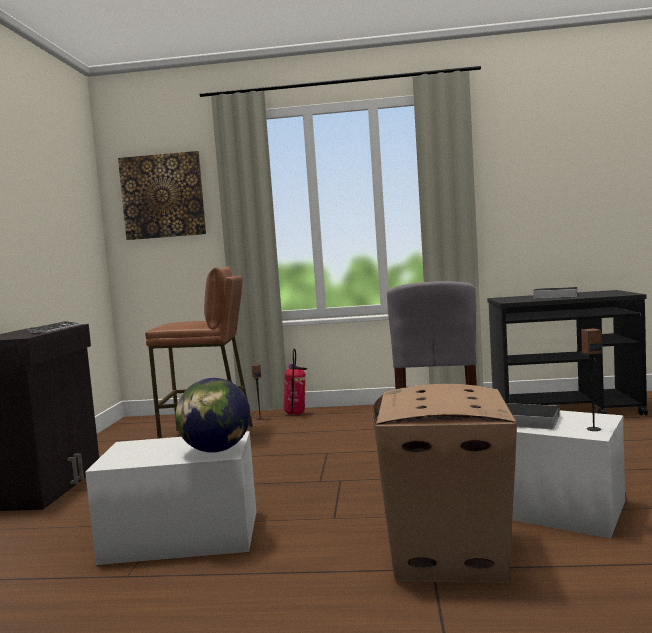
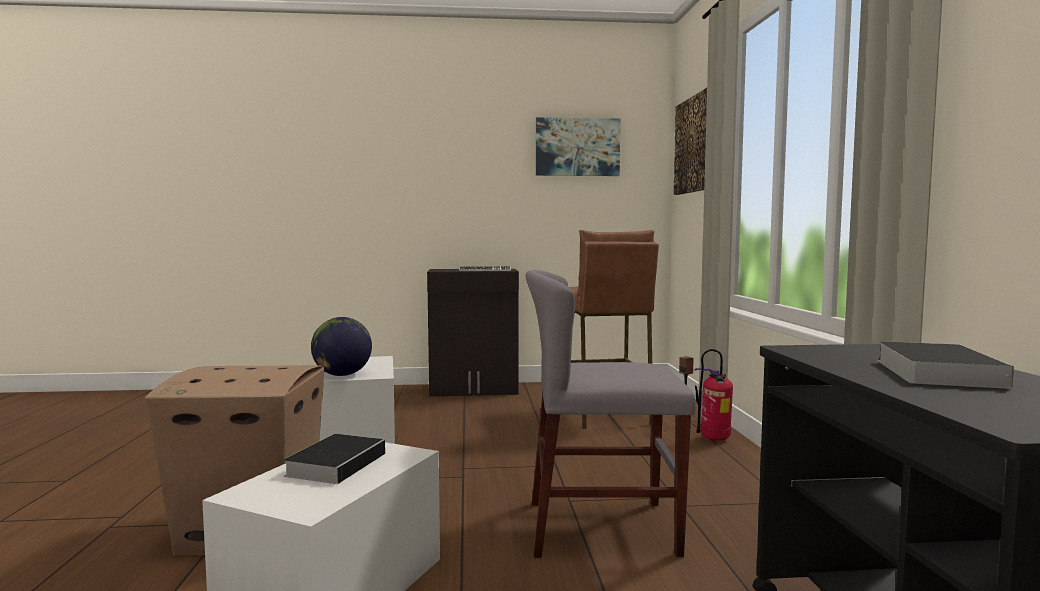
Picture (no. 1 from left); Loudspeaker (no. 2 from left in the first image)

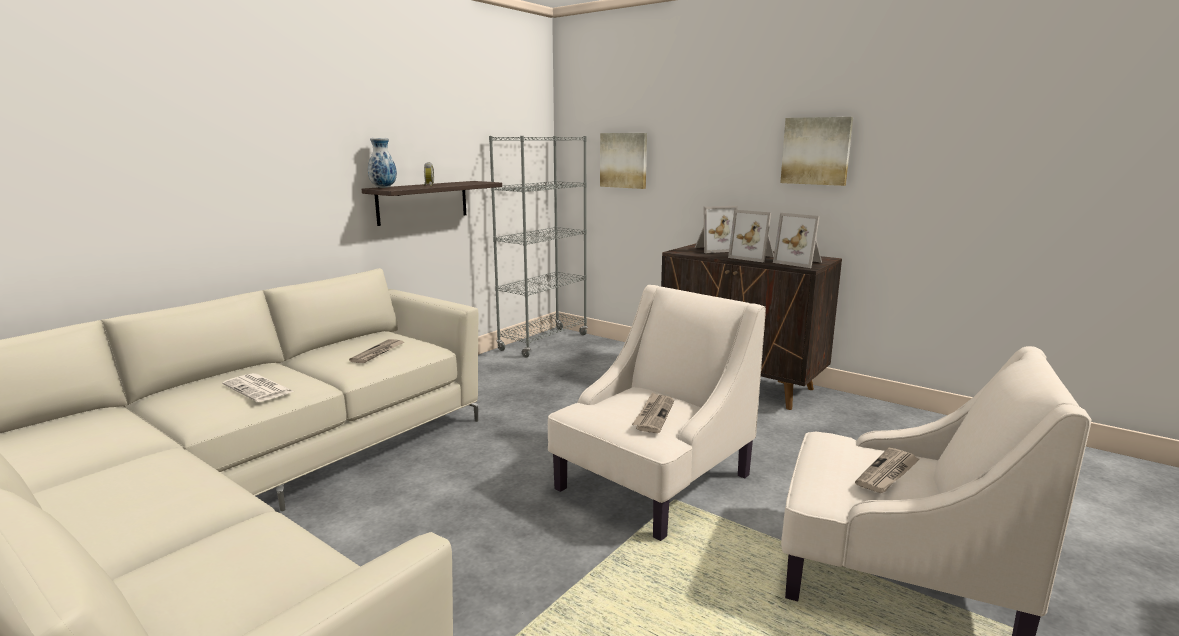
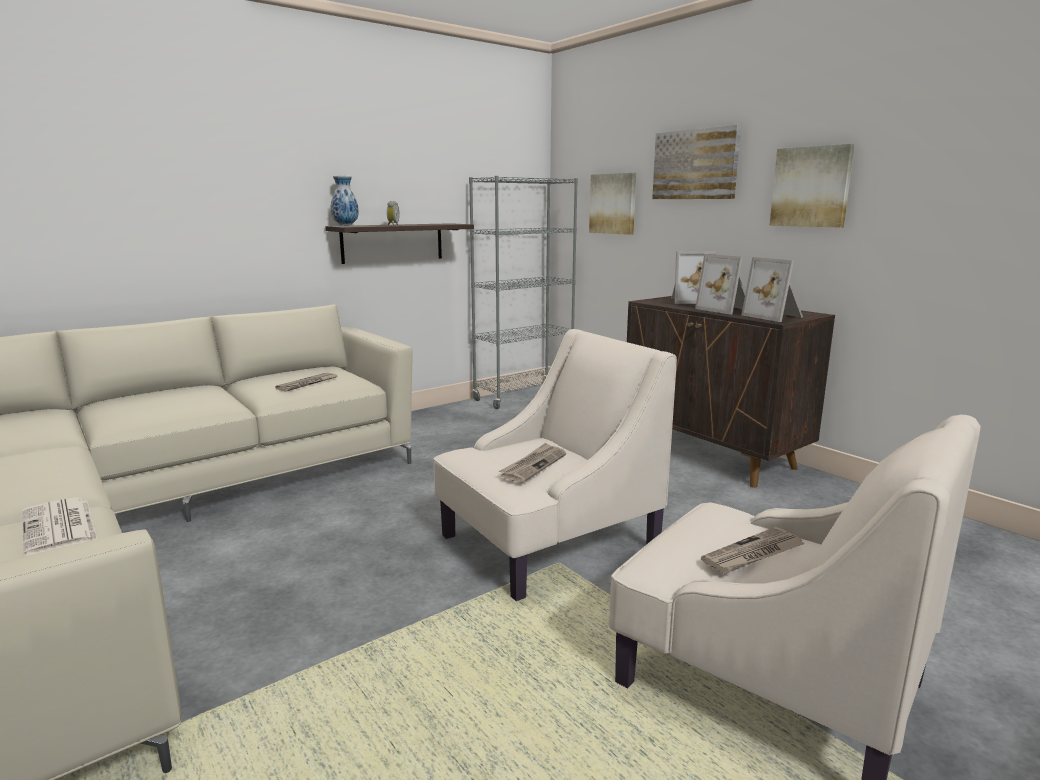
DailyPaper (no. 1 from left); Picture (no. 2 from left)

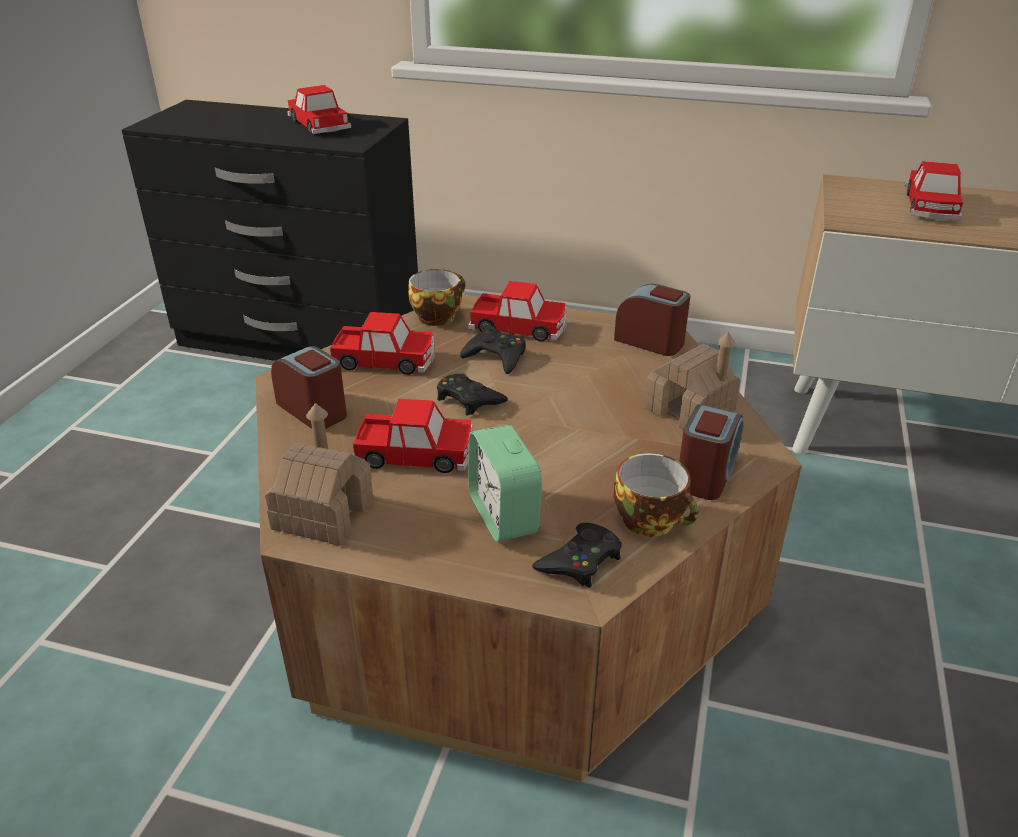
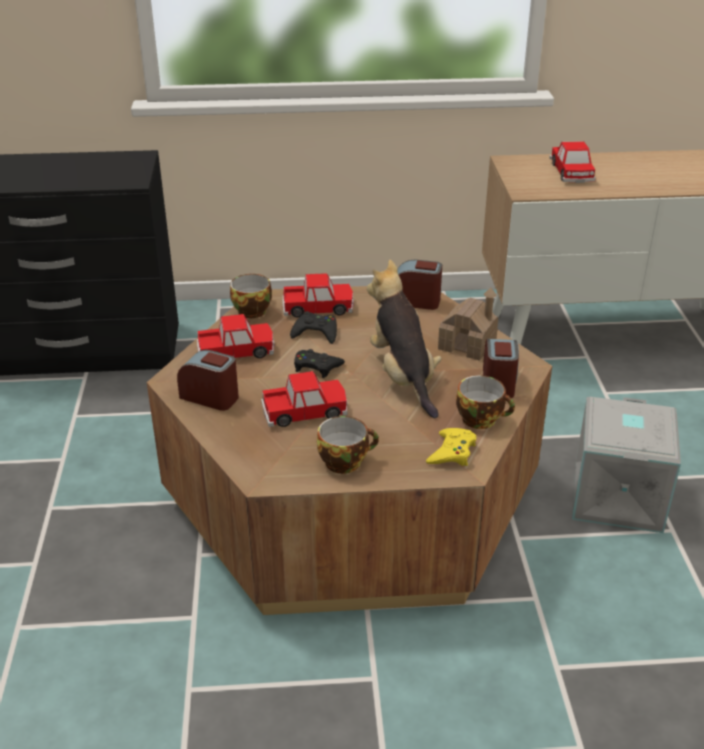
Cup (no. 2 from left); PlushToy; YellowColouredGameController; GreyStorageBin; ToyHouse (no. 1 from left in the first image); ModelCar (no. 1 from left in the first image); BedsideClock (no. 2 from left in the first image)

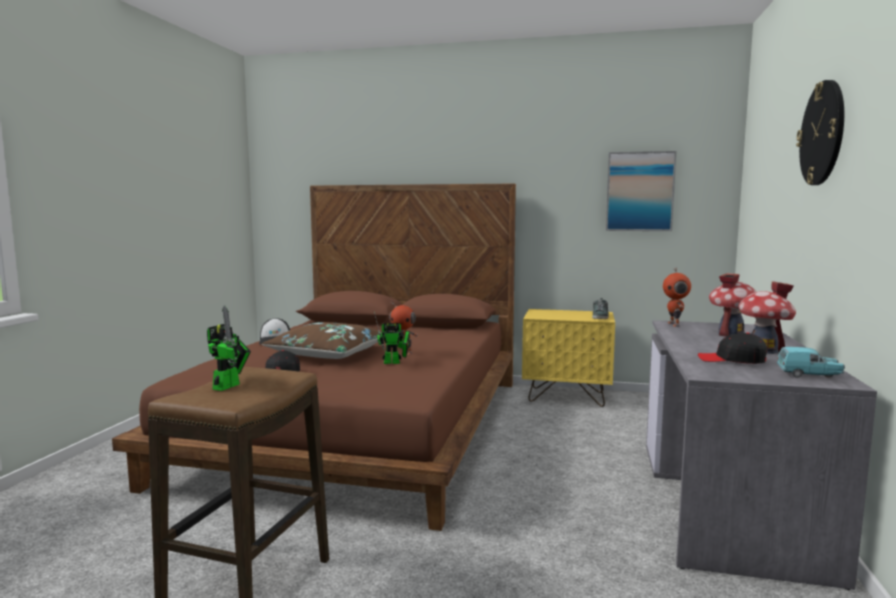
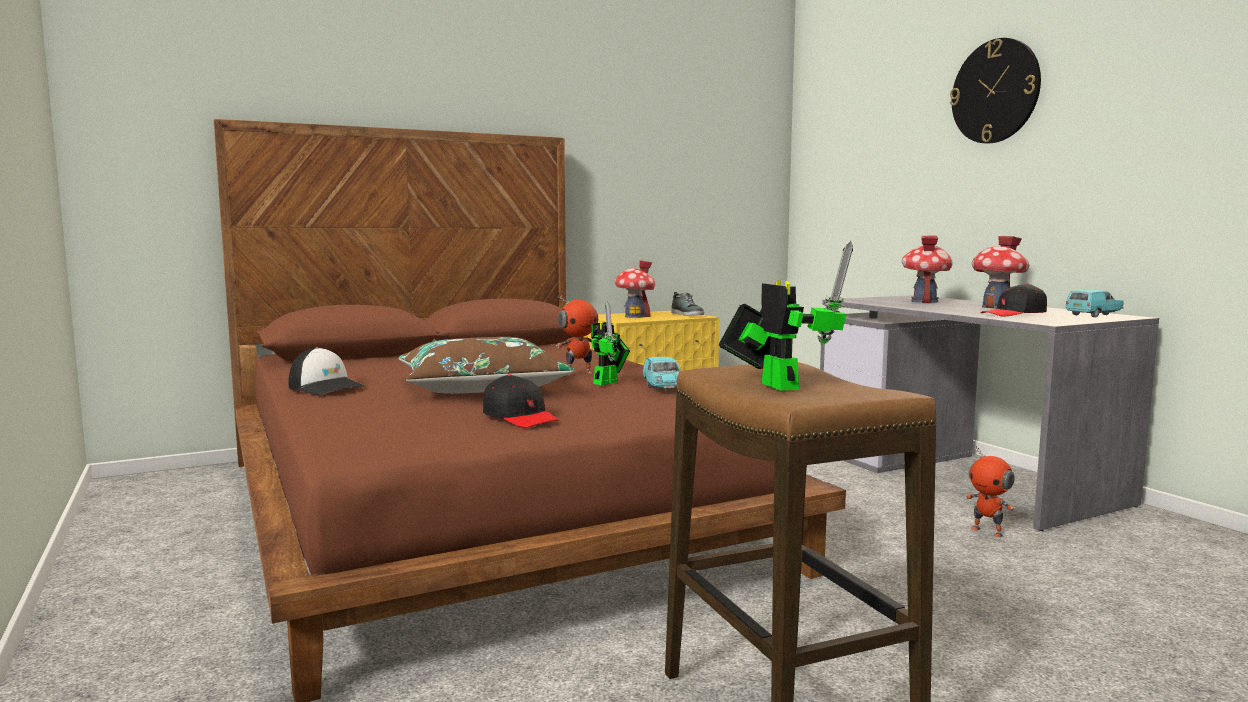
ToyHouse (no. 1 from left); BlueGreenModelCar (no. 1 from left); ModelRobot (no. 4 from left); Picture

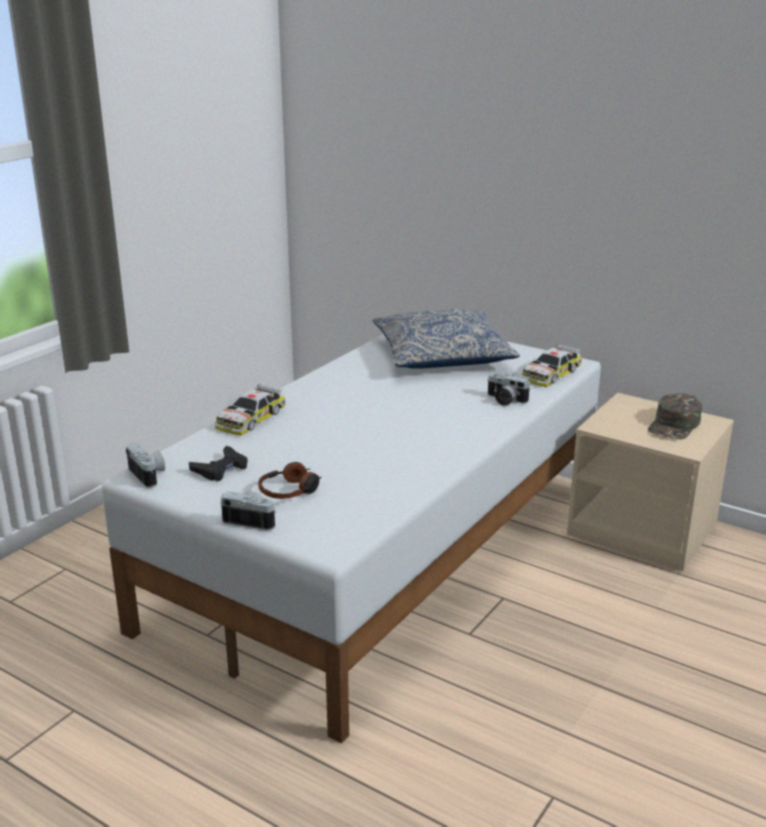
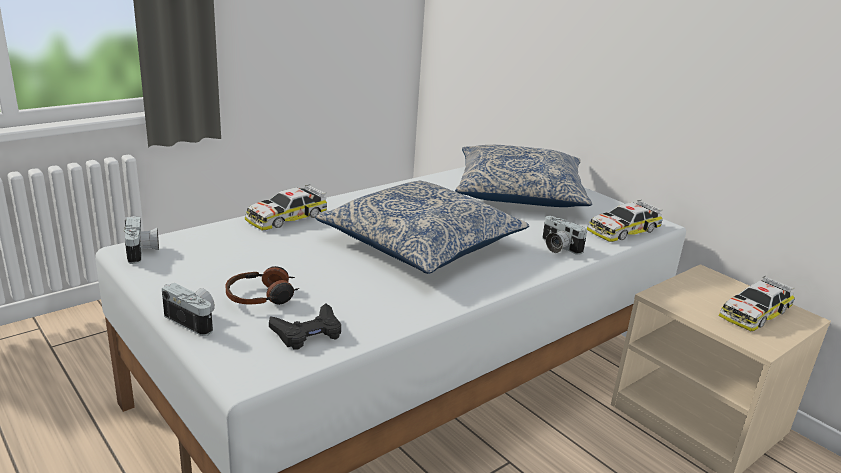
BlackishGameController; Pillow (no. 1 from left); ModelCar (no. 3 from left)

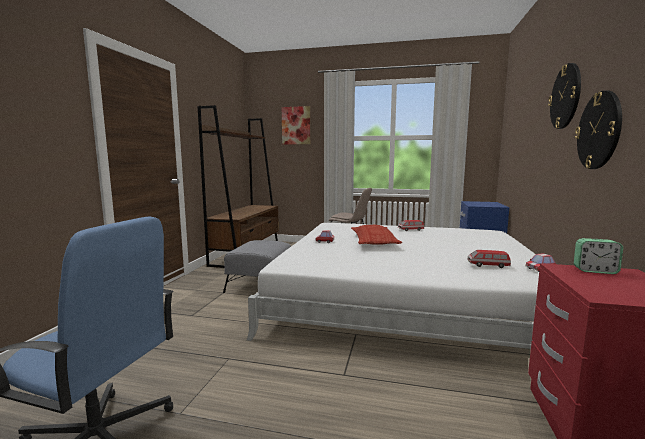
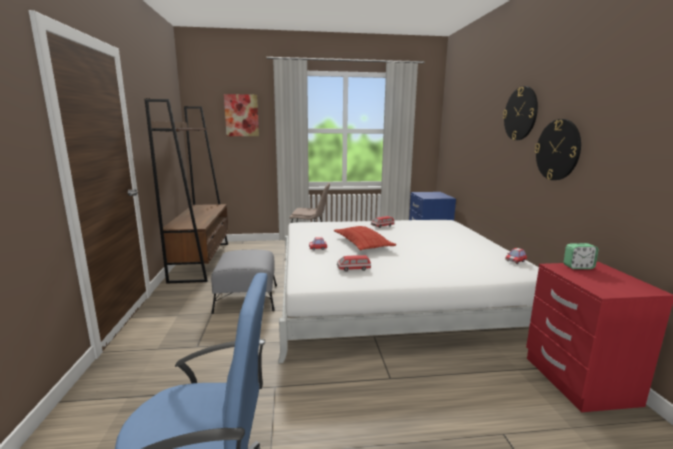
ModelCar (no. 2 from left)

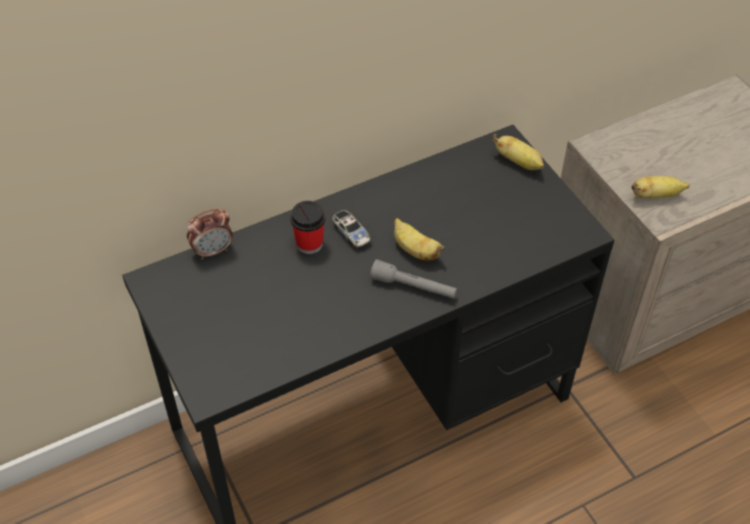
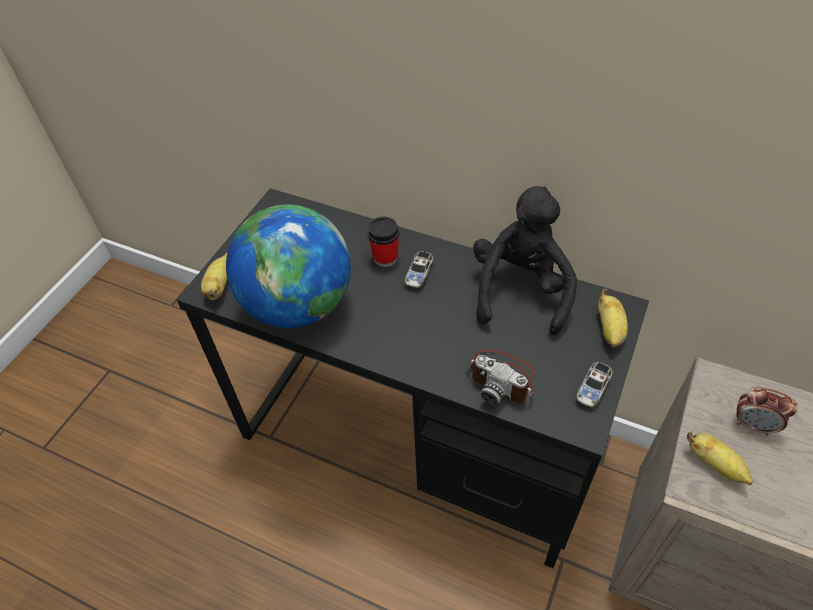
WholeBanana (no. 1 from left); DeskGlobe; StillCamera; BlackishPlushToy; ModelCar (no. 2 from left); BedsideClock; GreyHandTorch

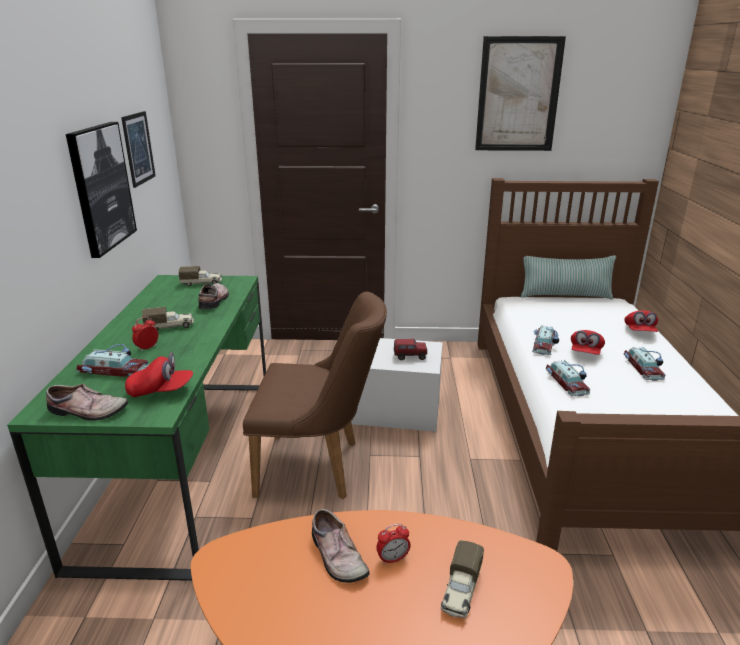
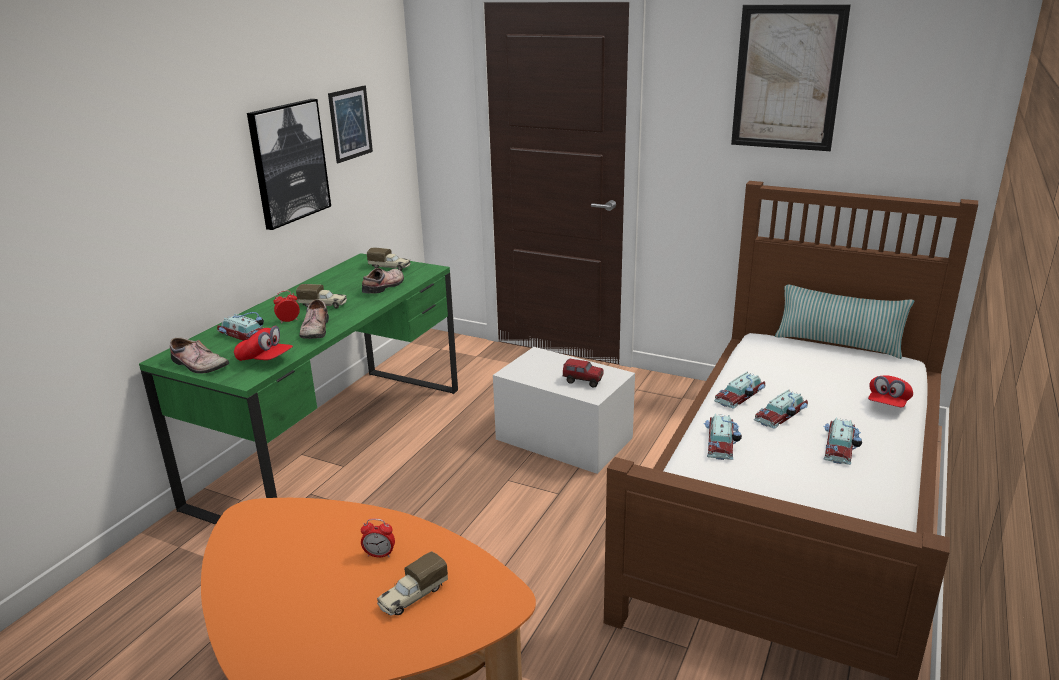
Shoe (no. 2 from left); ModelCar (no. 4 from left); BrownishChair

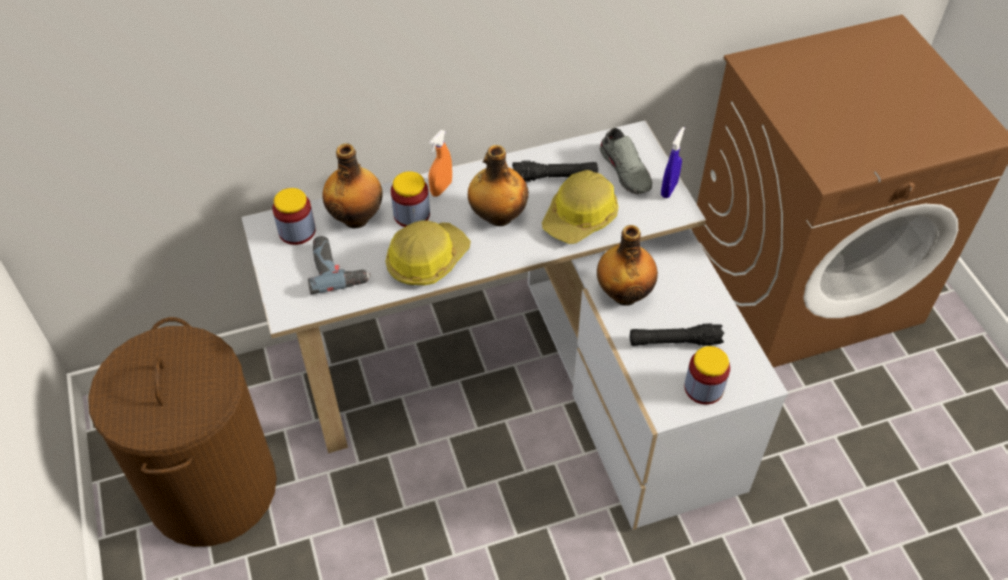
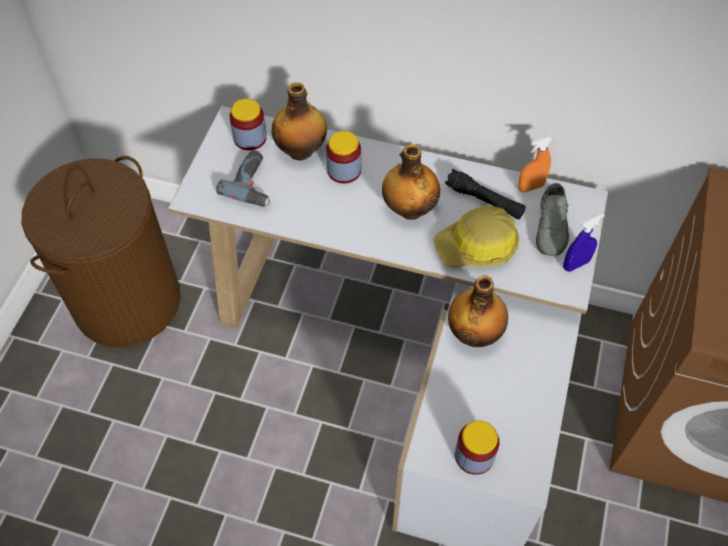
OrangeyHandSprayer; HardHat (no. 1 from left in the first image); BlackishHandTorch (no. 2 from left in the first image)

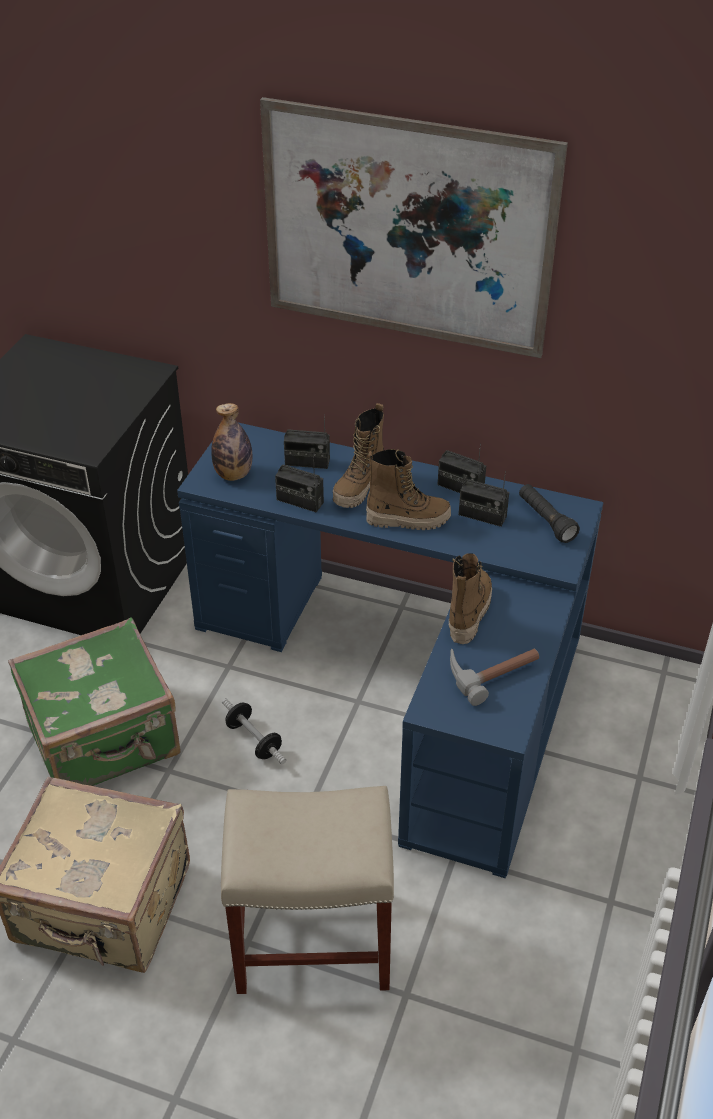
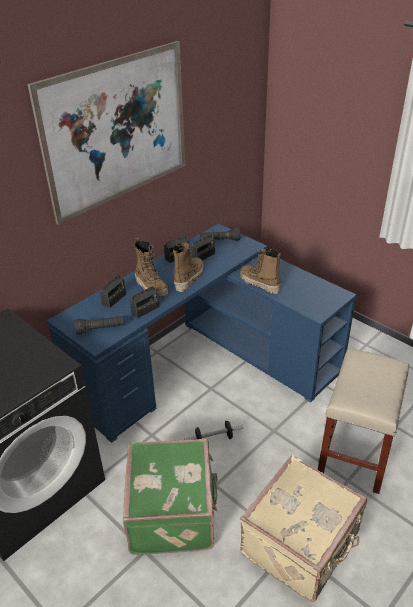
BlackishHandTorch (no. 1 from left); ToolHammer

